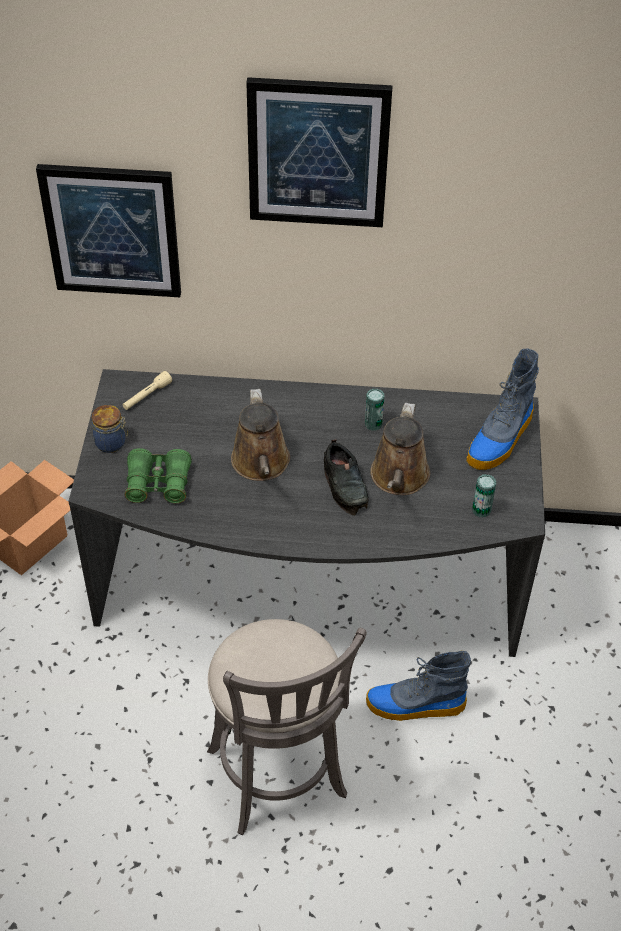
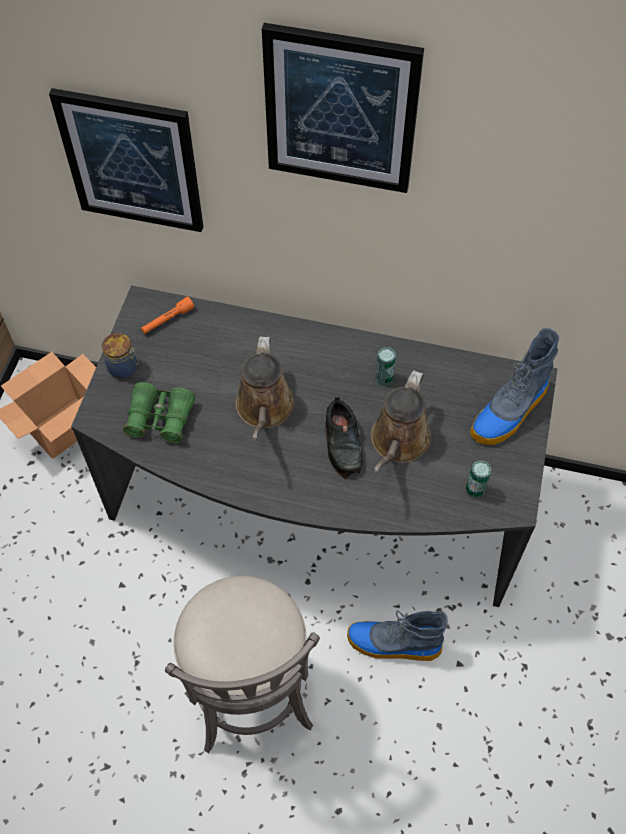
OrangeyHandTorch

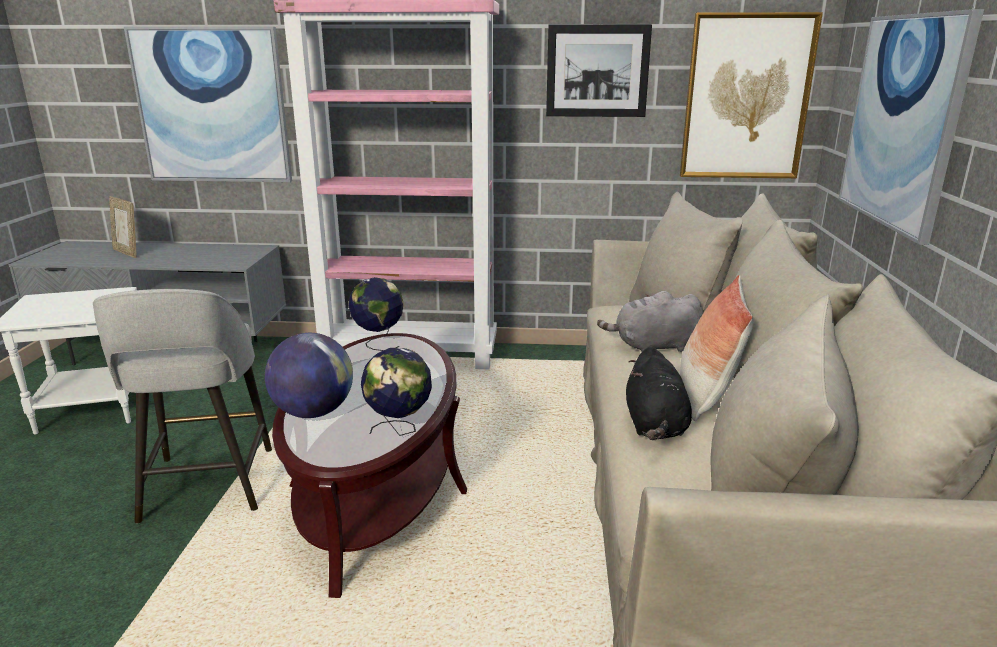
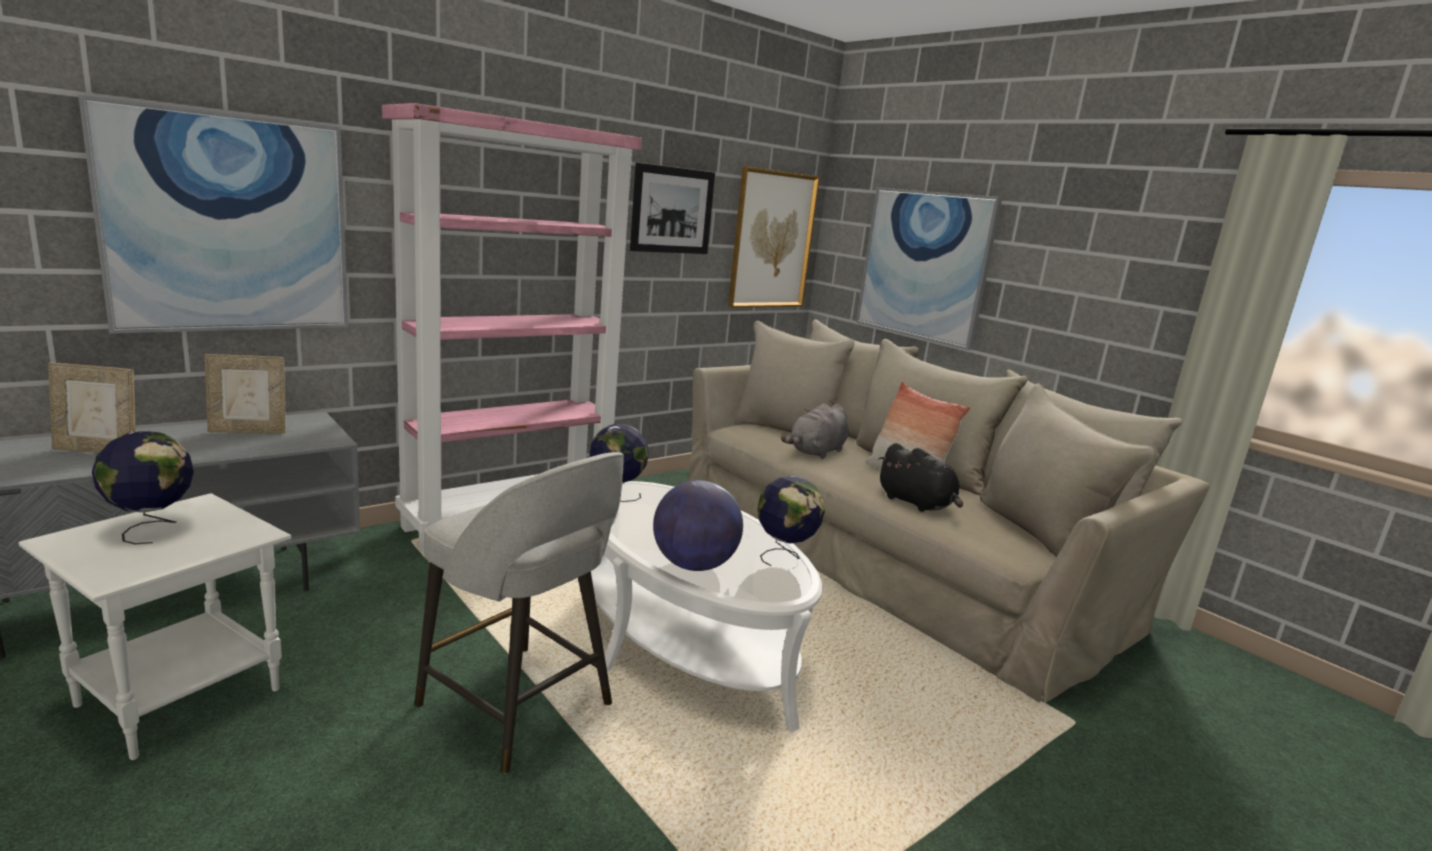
DeskGlobe (no. 1 from left); StandingFrame (no. 2 from left); WhiteColouredLowTable

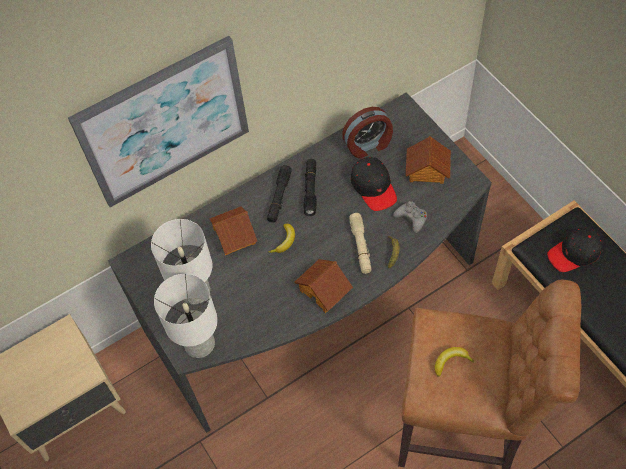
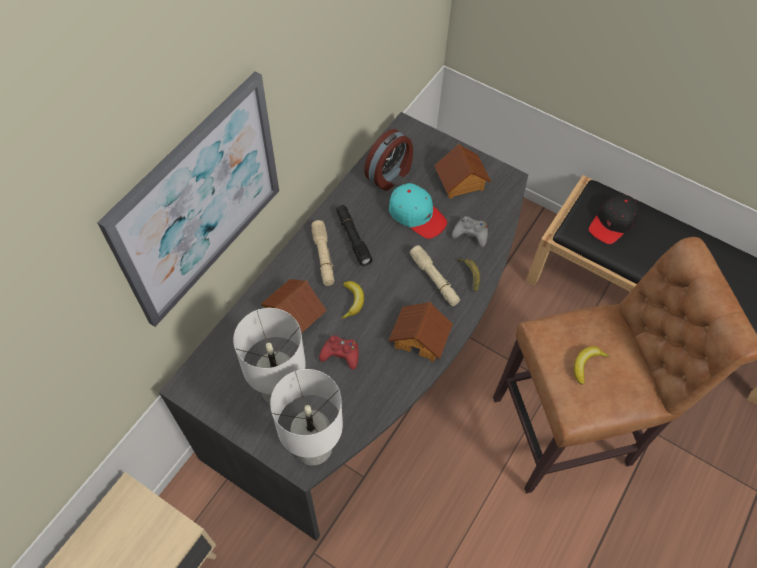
BeigeHandTorch (no. 1 from left); ReddishGameController; BlueGreenPeakedCap

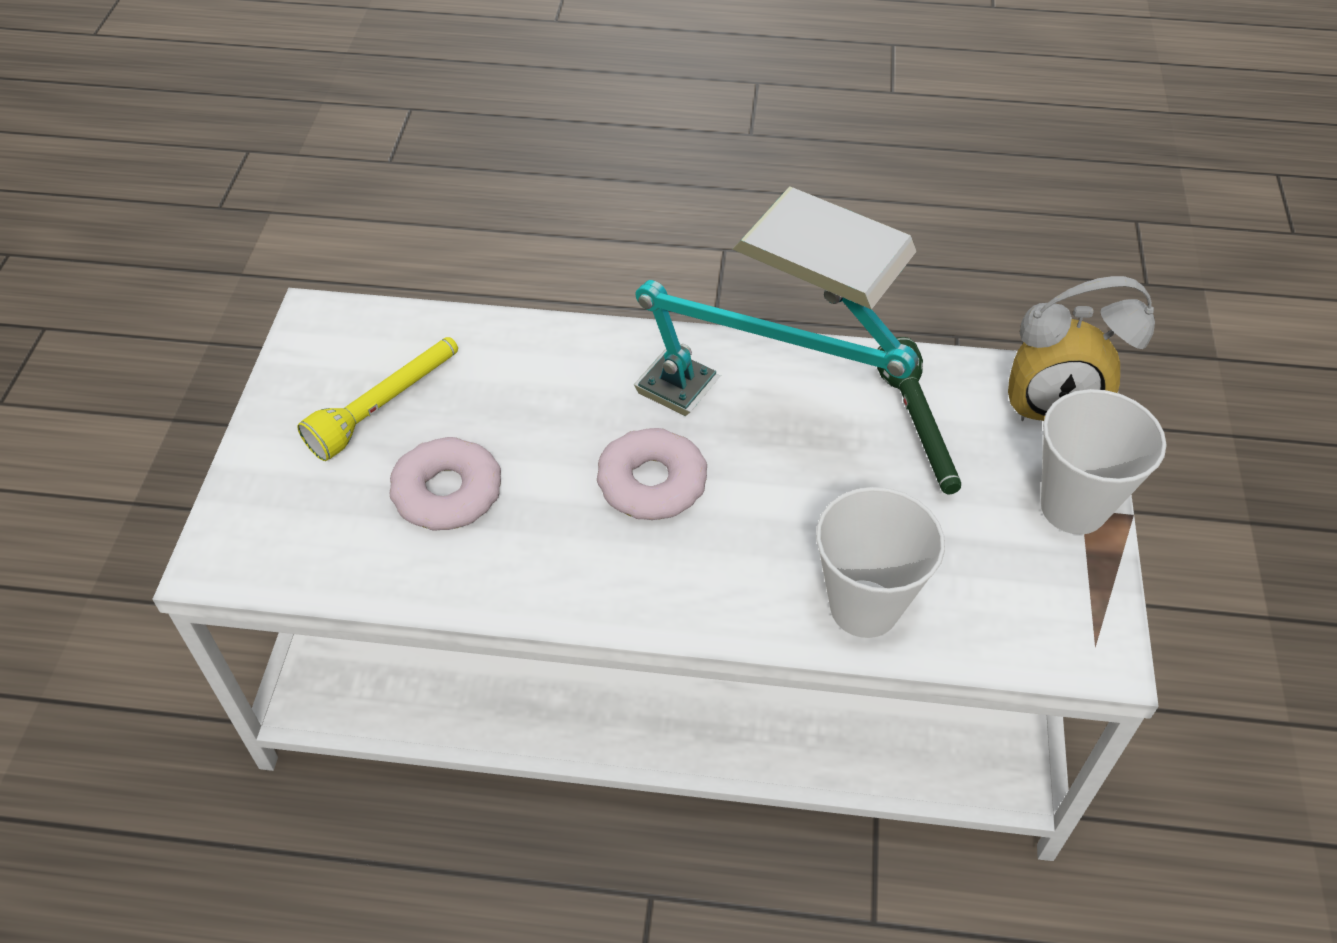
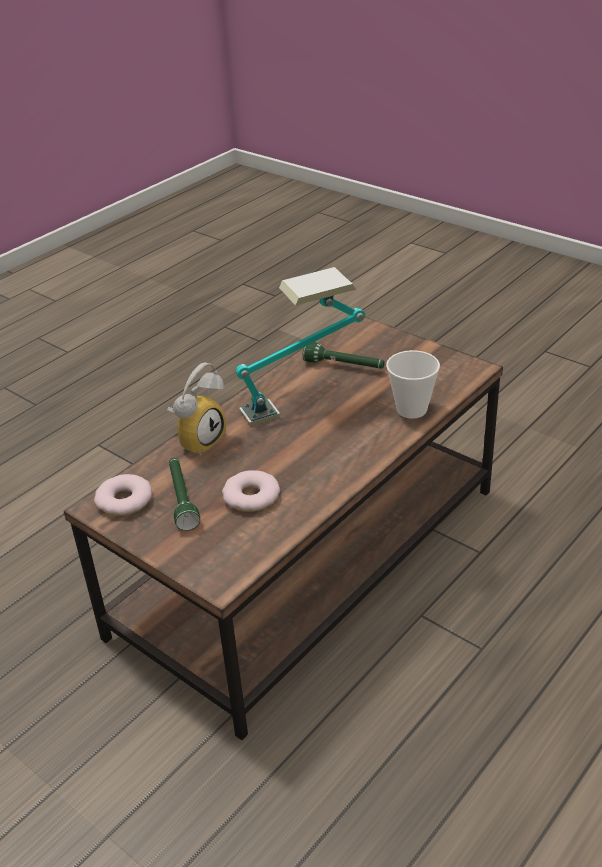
BrownishLowTable; RingDoughnut (no. 1 from left); BedsideClock; GreenHandTorch (no. 1 from left); Cup (no. 2 from left in the first image)

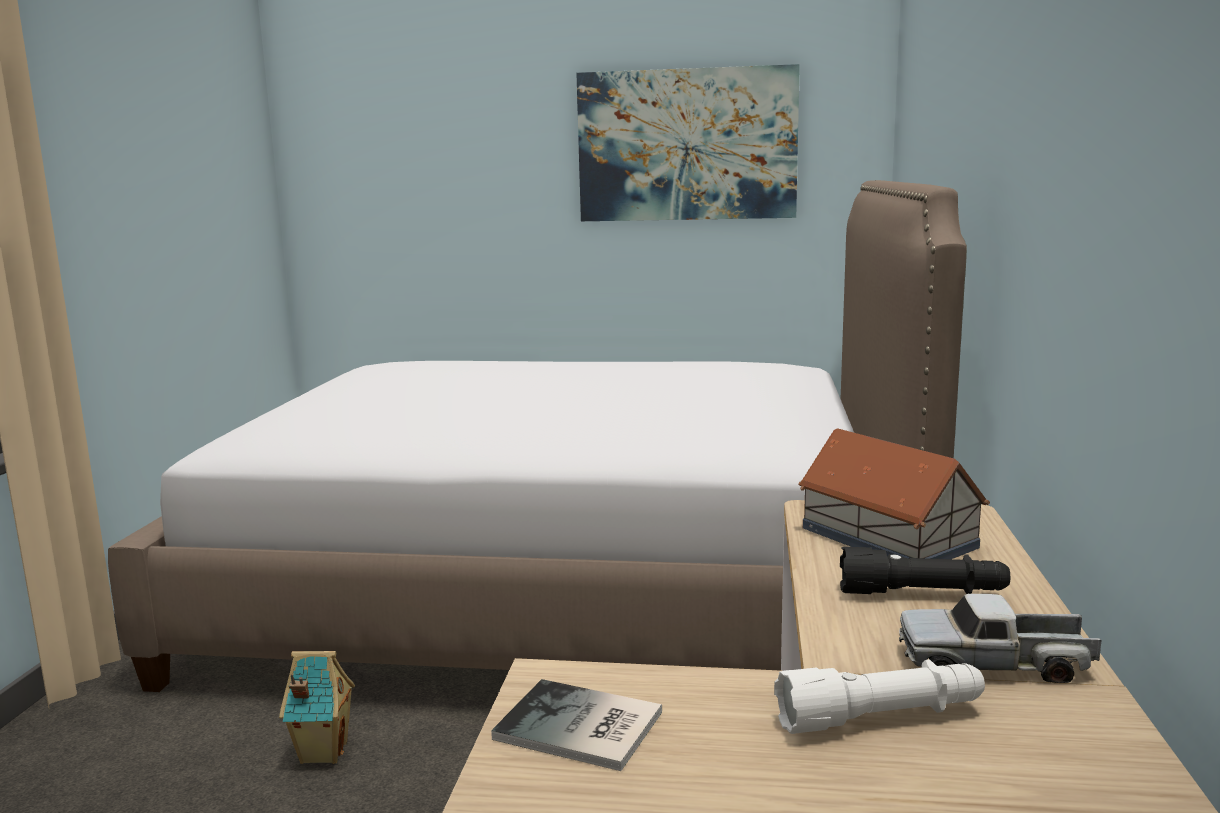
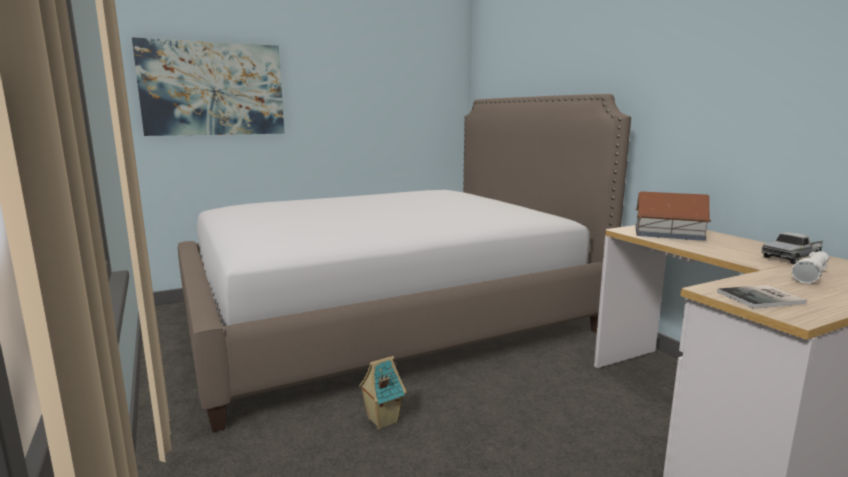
Picture; BlackishHandTorch

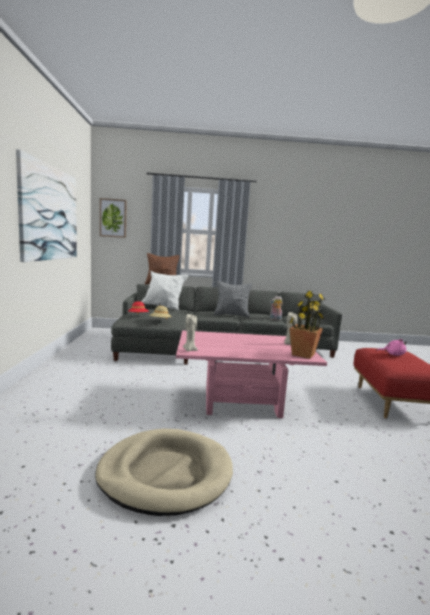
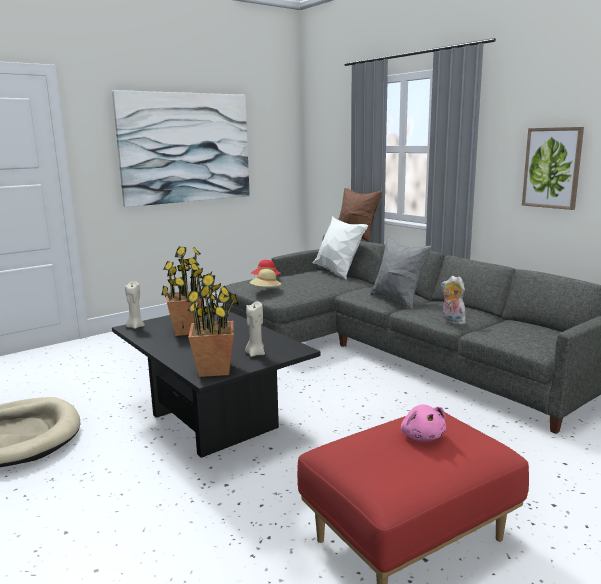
BlackishLowTable; PottedPlant (no. 1 from left); Picture (no. 2 from left)

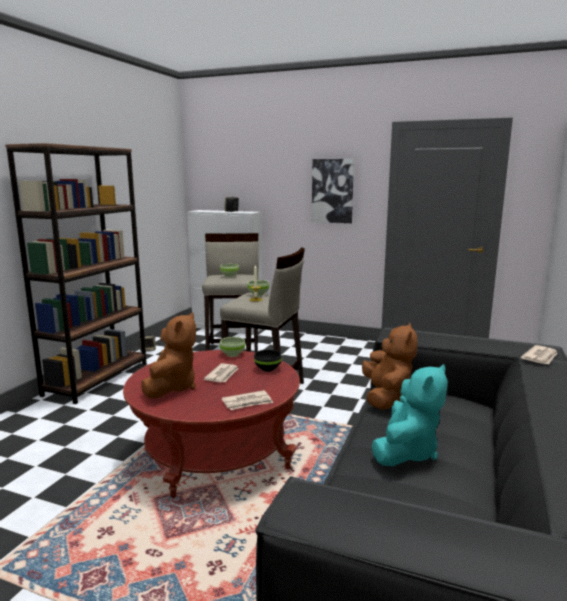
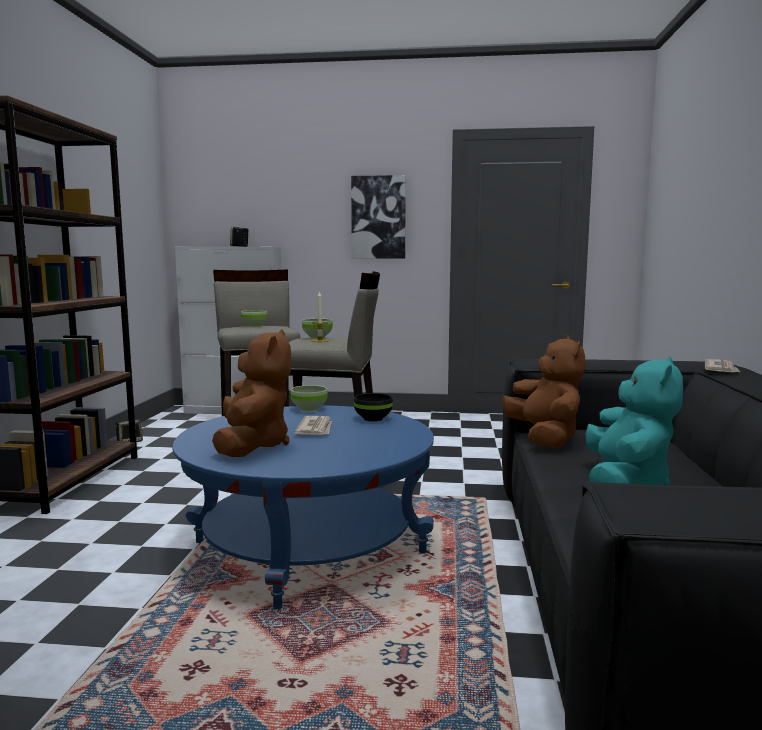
BlueLowTable; DailyPaper (no. 2 from left in the first image)

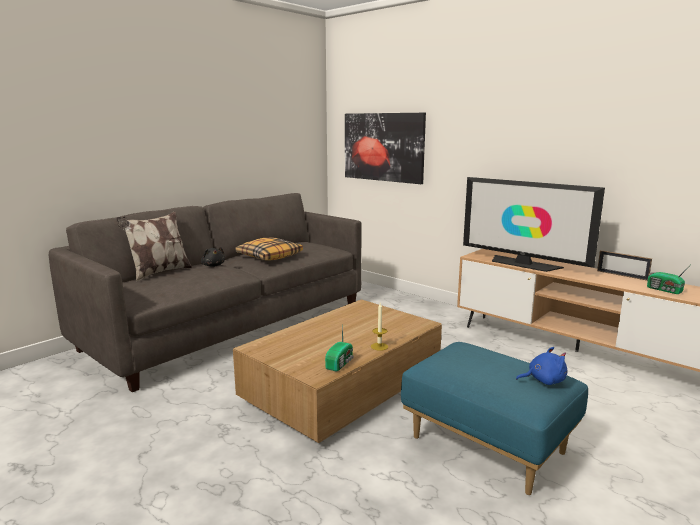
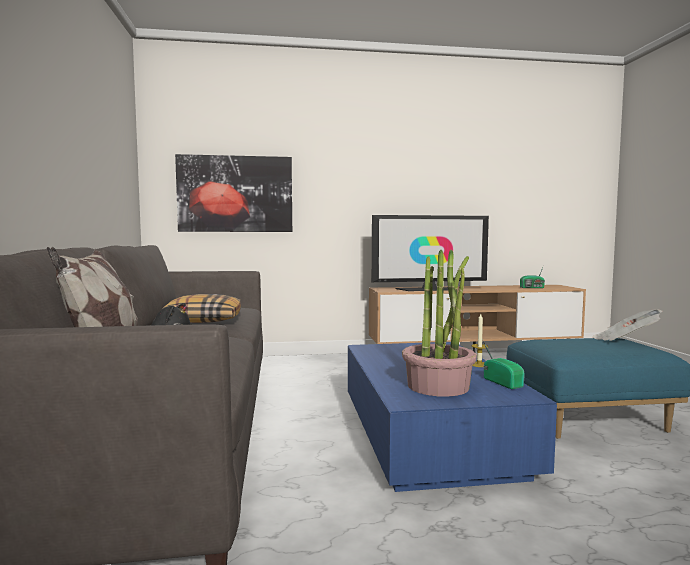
BlueLowTable; PottedPlant; DailyPaper; StandingFrame

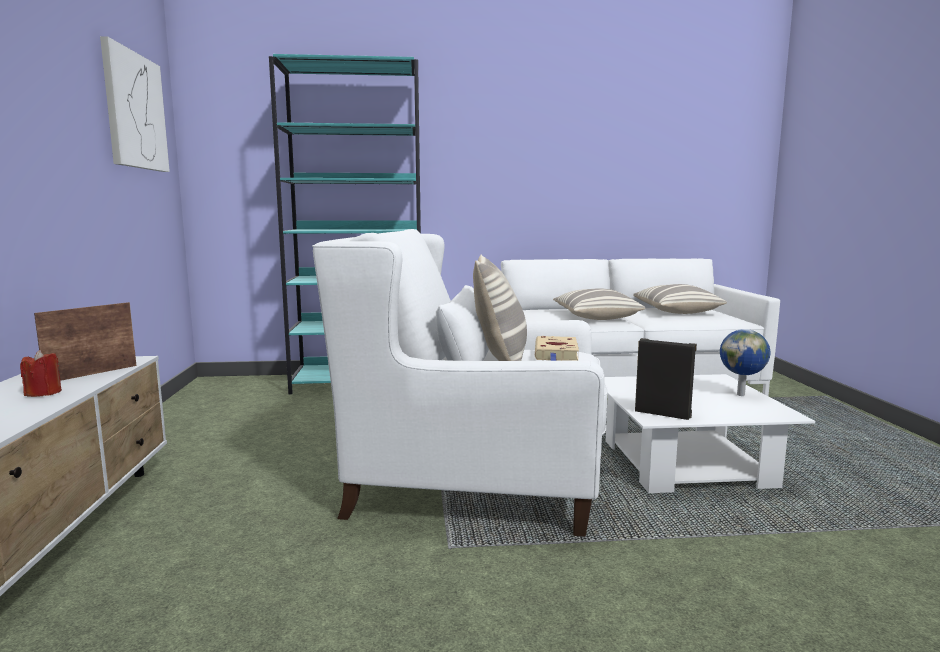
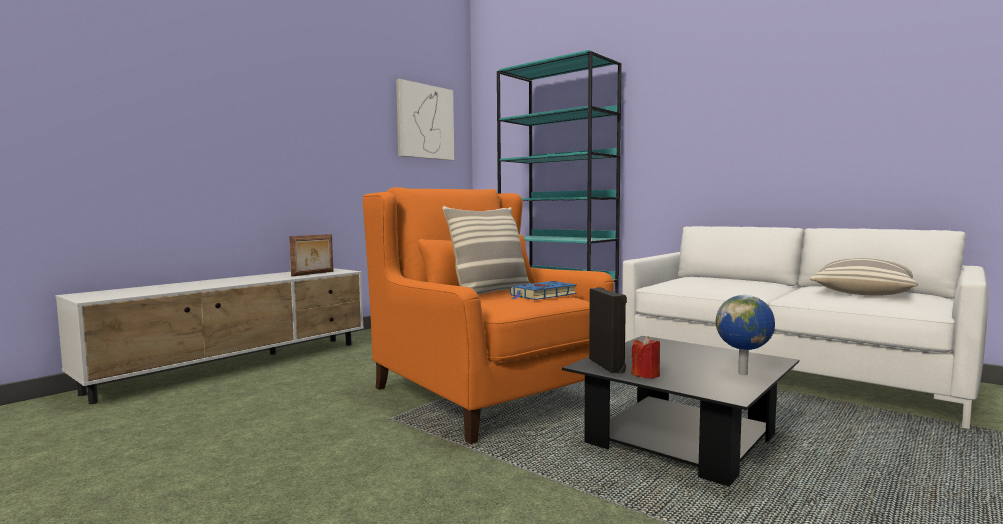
StandingFrame; OrangeyEasyChair; BlueVolume; BlackishLowTable; ReddishWaxCandle; Pillow (no. 2 from left in the first image)

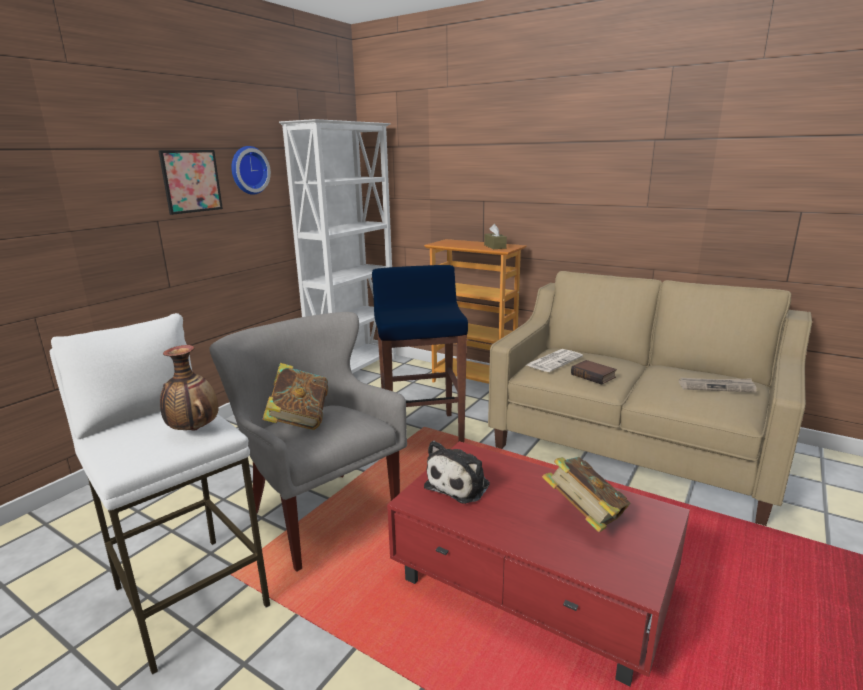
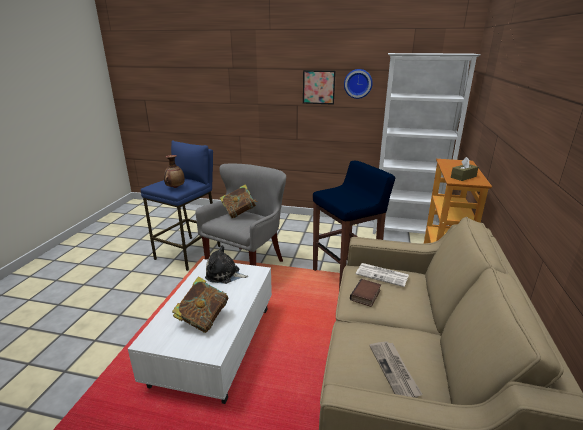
WhiteColouredLowTable; BlueStool (no. 1 from left)

